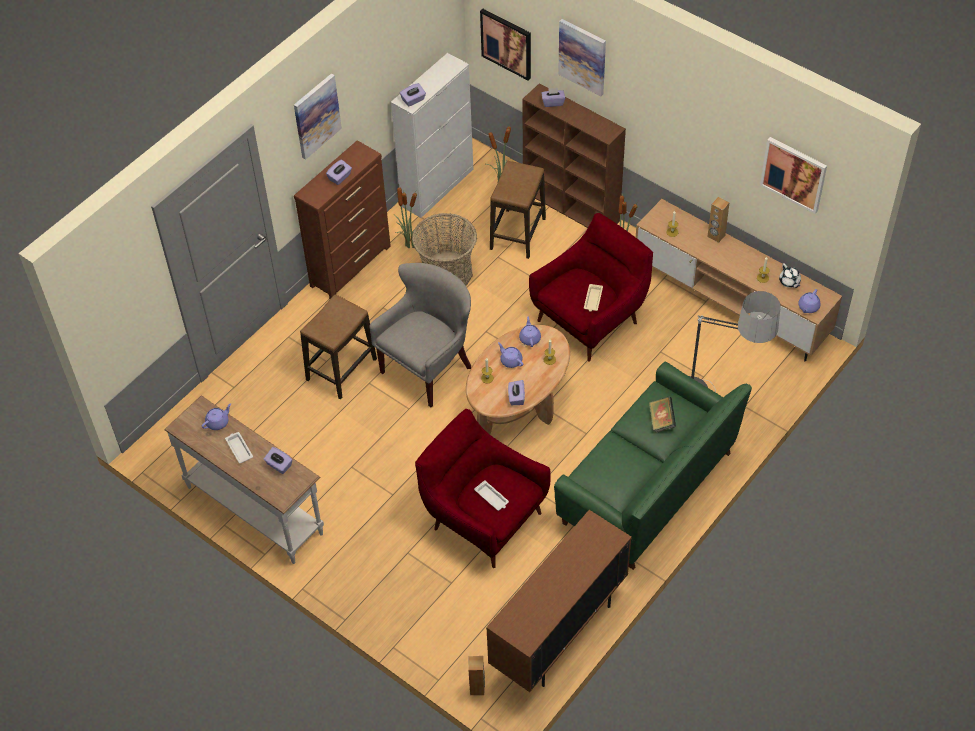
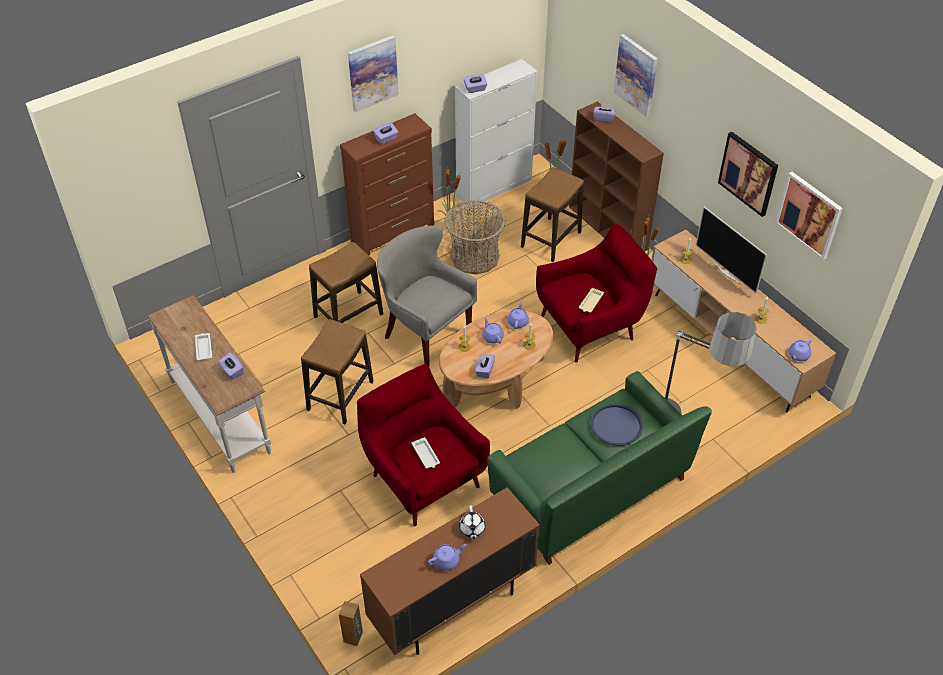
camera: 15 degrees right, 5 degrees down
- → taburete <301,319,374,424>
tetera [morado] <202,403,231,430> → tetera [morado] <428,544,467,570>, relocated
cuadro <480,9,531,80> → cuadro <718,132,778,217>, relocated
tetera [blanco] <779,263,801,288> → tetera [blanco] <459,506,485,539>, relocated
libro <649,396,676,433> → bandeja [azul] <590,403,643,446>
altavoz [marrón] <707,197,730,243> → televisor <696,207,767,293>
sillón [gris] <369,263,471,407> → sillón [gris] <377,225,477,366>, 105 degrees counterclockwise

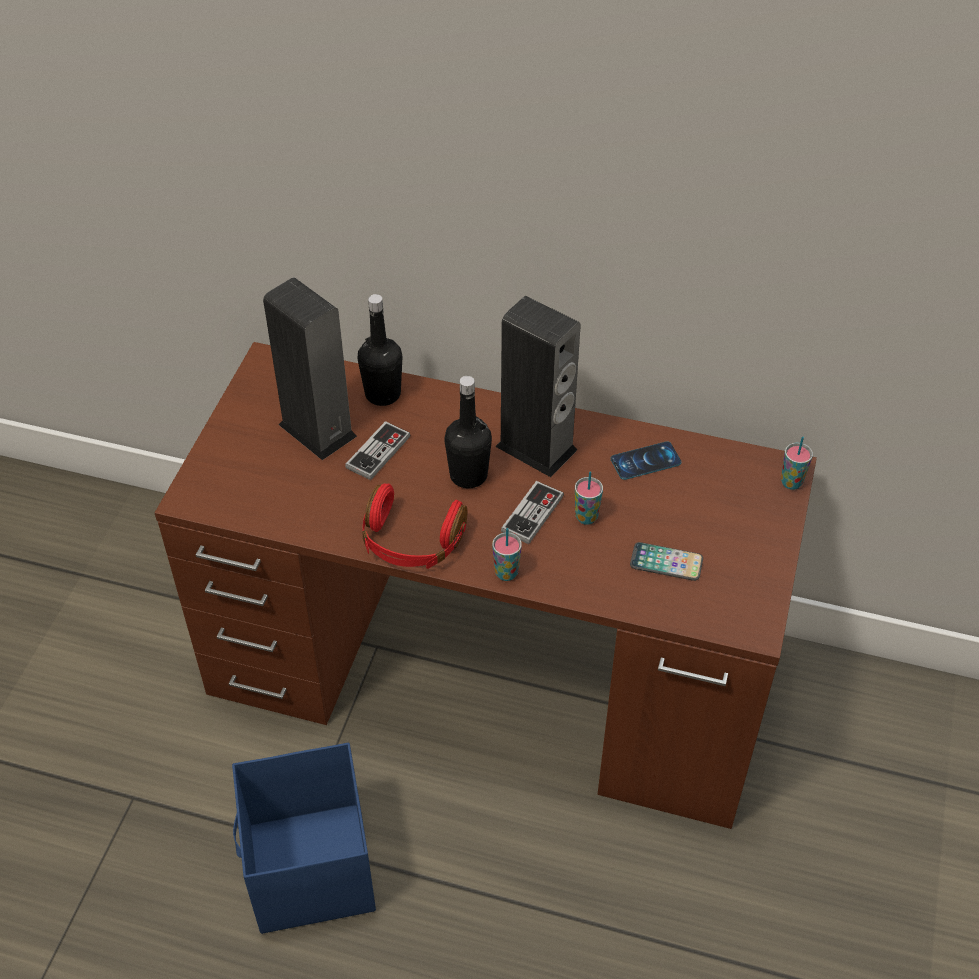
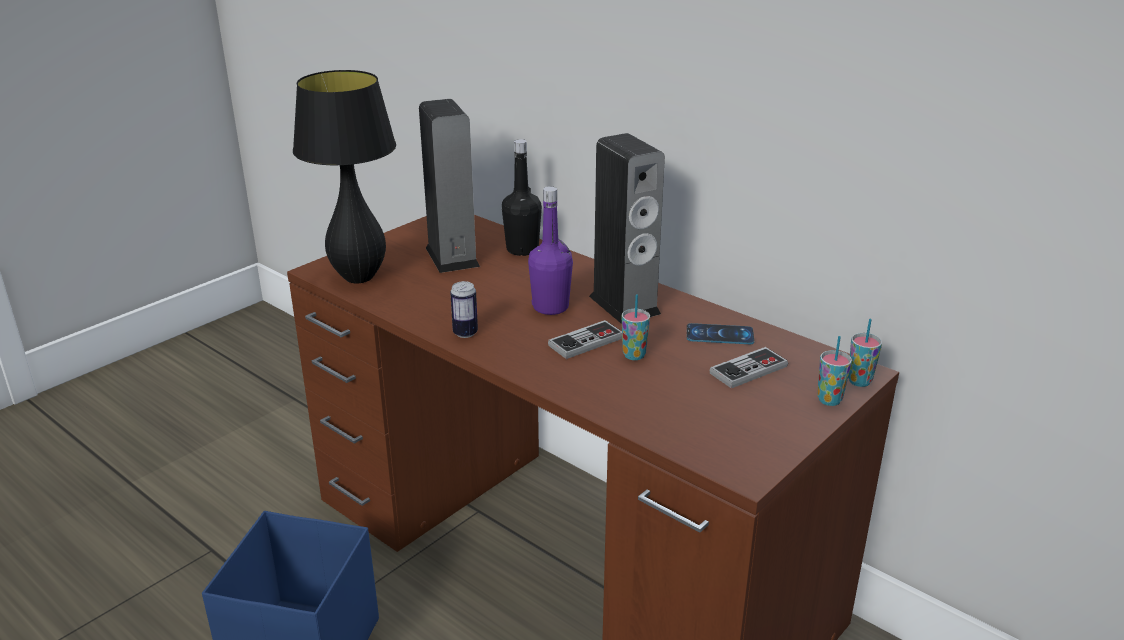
camera: 25 degrees right, 20 degrees down
móvil <630,542,703,581> → -
- → lámpara de mesa [negro] <293,70,396,283>
mando de consola <345,421,410,480> → mando de consola <710,347,788,388>, relocated
taza <492,528,522,581> → taza <817,336,852,406>, relocated
auriculares [rojo] <362,484,468,569> → lata <450,281,478,338>
botella [negro] <444,376,492,488> → botella [morado] <528,186,573,315>

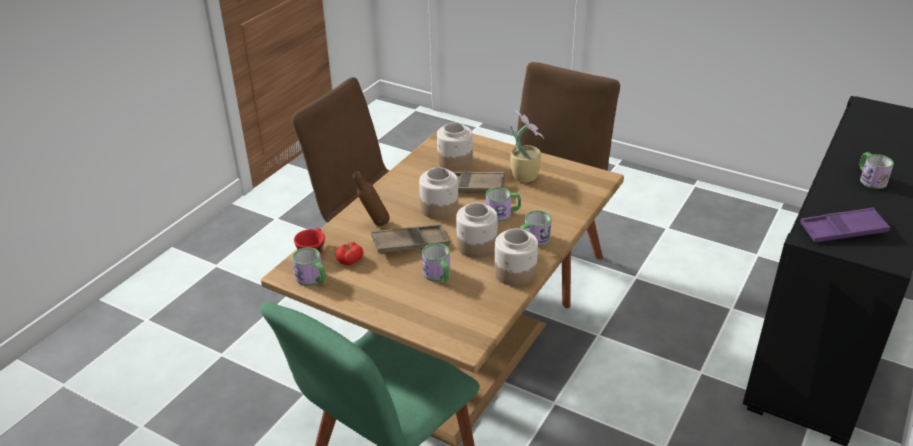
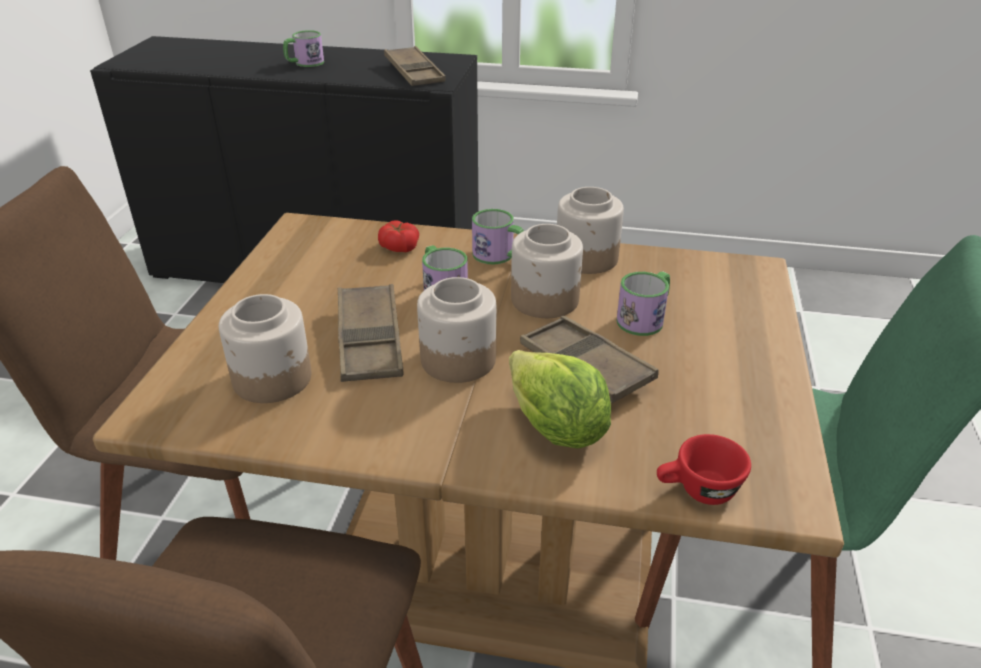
camera: 110 degrees left, 0 degrees up
taza grande <292,247,326,286> → -
planta en maceta <510,110,544,182> → -
tomate <335,242,364,265> → tomate <378,220,419,252>, relocated
botella [marrón] <353,172,390,226> → lechuga <509,350,611,449>
bandeja [morado] <800,207,890,242> → bandeja [marrón] <384,46,446,86>

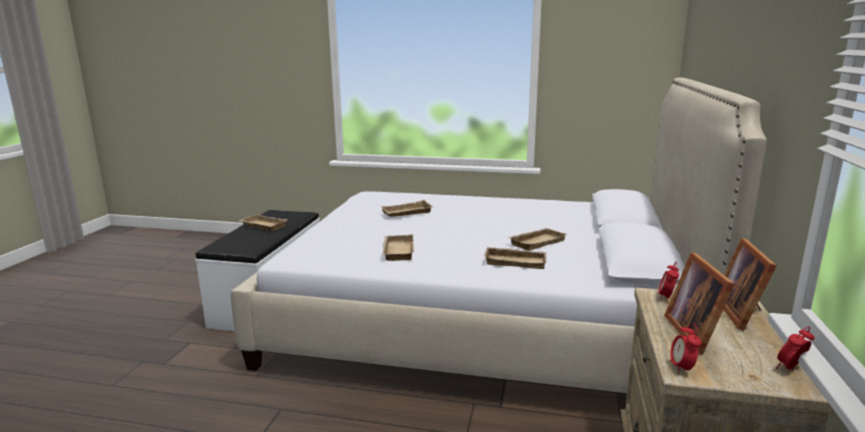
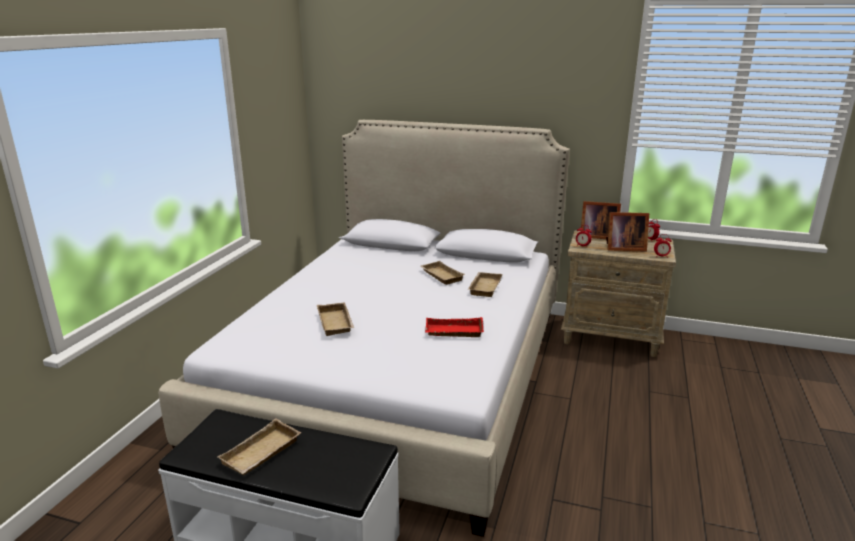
camera: 85 degrees left, 5 degrees up
bandeja [beis] <382,234,414,261> → bandeja [rojo] <425,317,484,337>

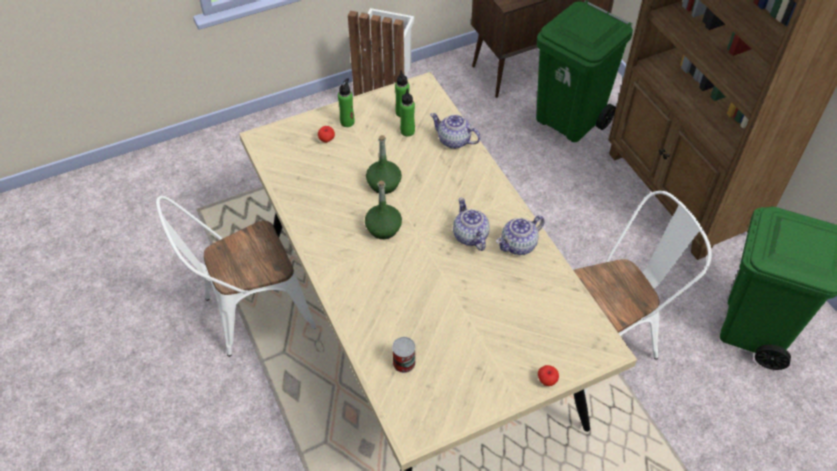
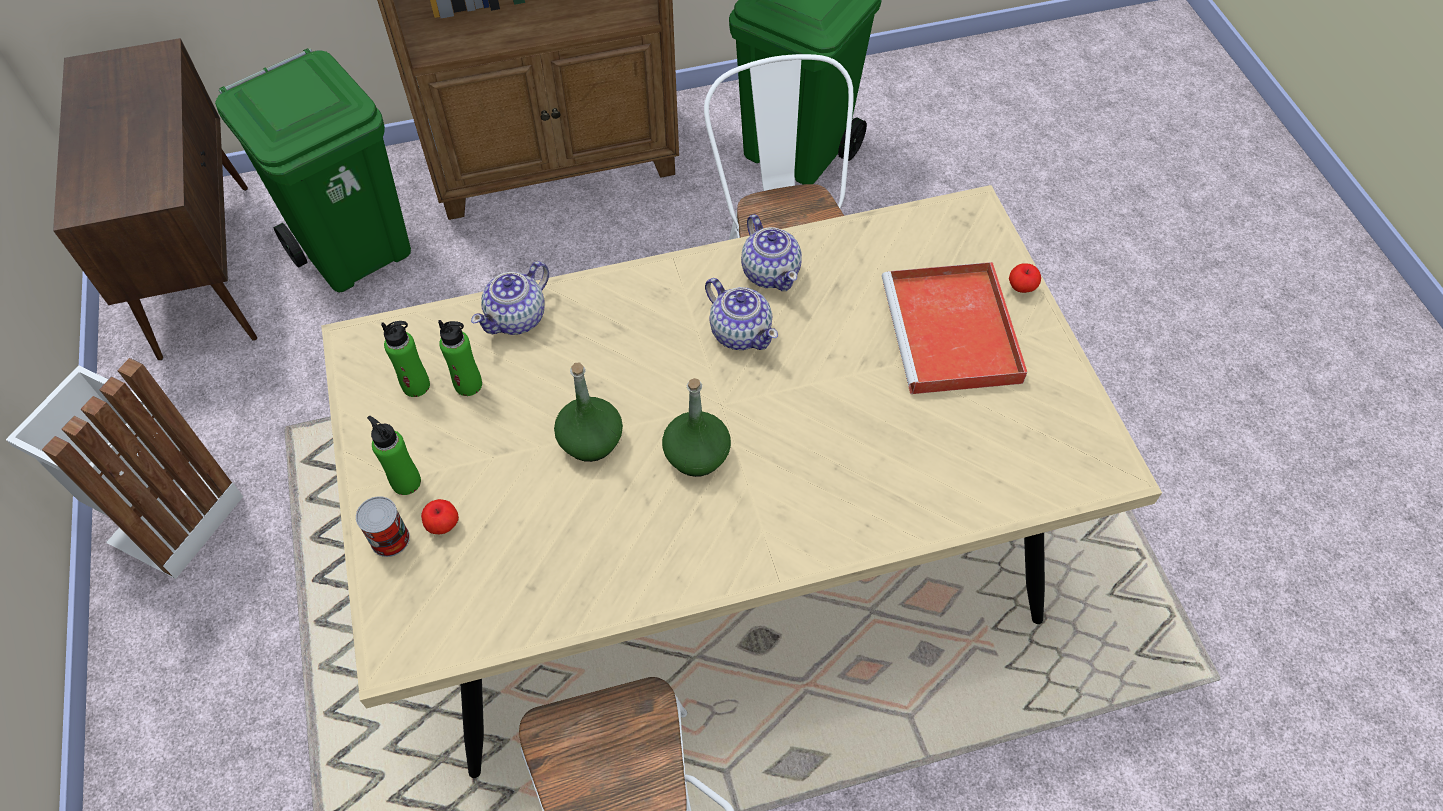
camera: 80 degrees left, 5 degrees up
- → bandeja [rojo] <882,262,1028,394>
lata <392,337,416,373> → lata <356,496,410,557>, relocated
tetera <453,198,490,251> → tetera <705,278,778,350>, 120 degrees counterclockwise

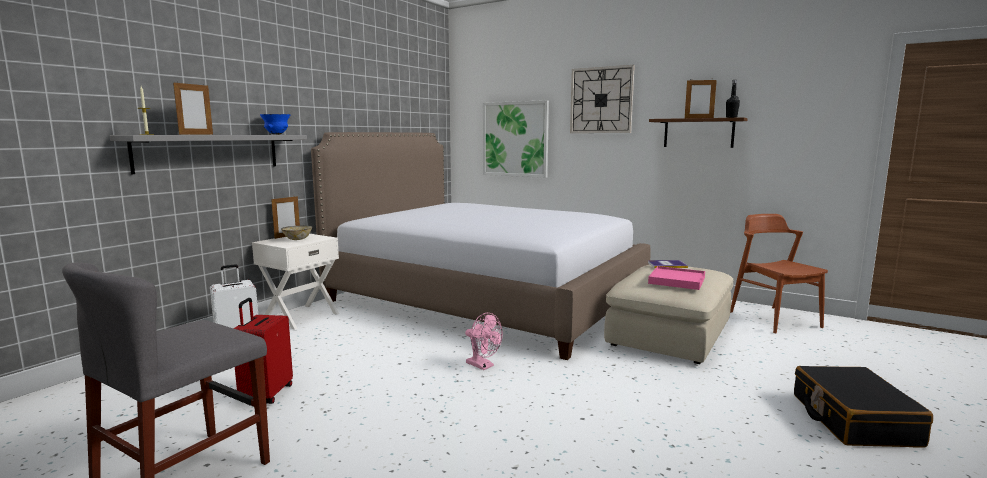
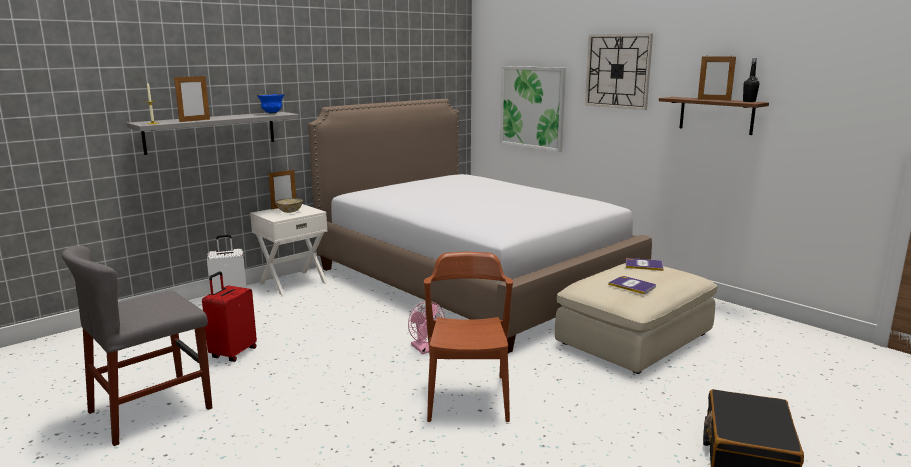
camera: 15 degrees right, 5 degrees up
silla [marrón] <730,214,828,333> → silla [marrón] <424,252,513,422>, relocated
bandeja [rosa] <648,266,705,290> → libro <608,276,656,294>

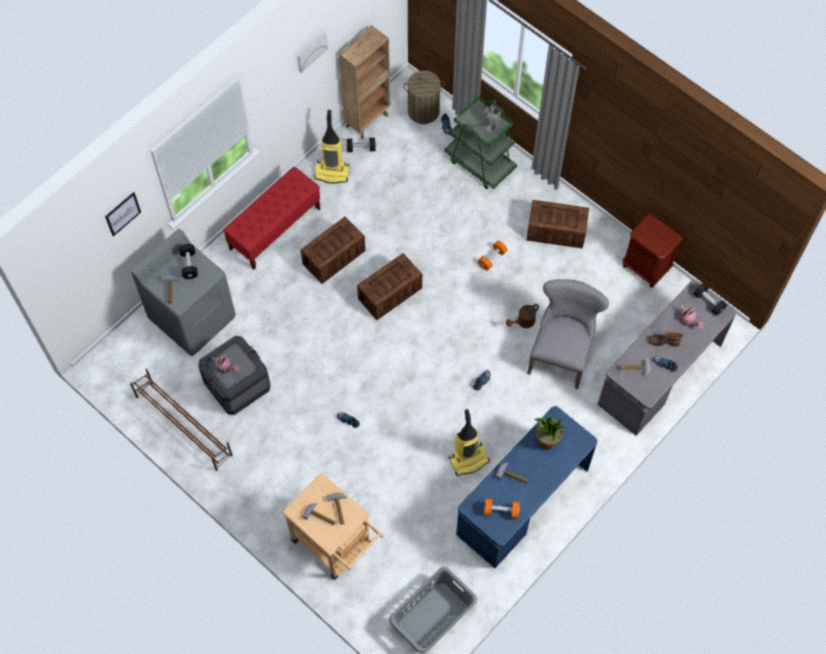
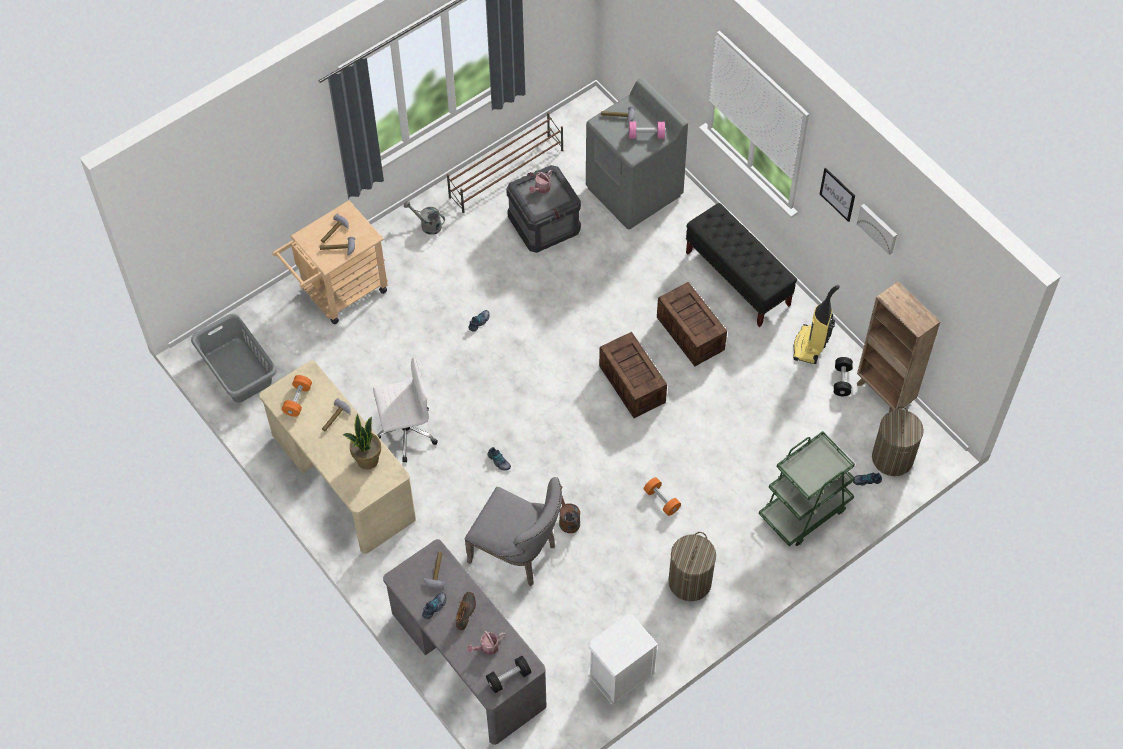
camera: 100 degrees right, 5 degrees down
cuadro <105,192,141,236> → cuadro <820,168,855,222>, relocated
regadera [gris] <484,100,501,133> → regadera [gris] <404,201,445,235>, relocated
aspiradora <449,409,490,476> → silla de oficina [blanco] <373,356,438,463>
caja de embalaje <526,200,589,249> → cesto de la ropa <668,532,716,601>
mancuerna [negro] <179,244,198,279> → mancuerna [rosa] <628,121,666,139>
banco [rojo] <223,167,321,270> → banco [negro] <686,203,797,327>
escritorio [azul] <456,406,598,568> → escritorio [beis] <259,360,416,554>
mesita de noche [marrón] <622,213,683,288> → mesita de noche [blanco] <588,614,658,705>

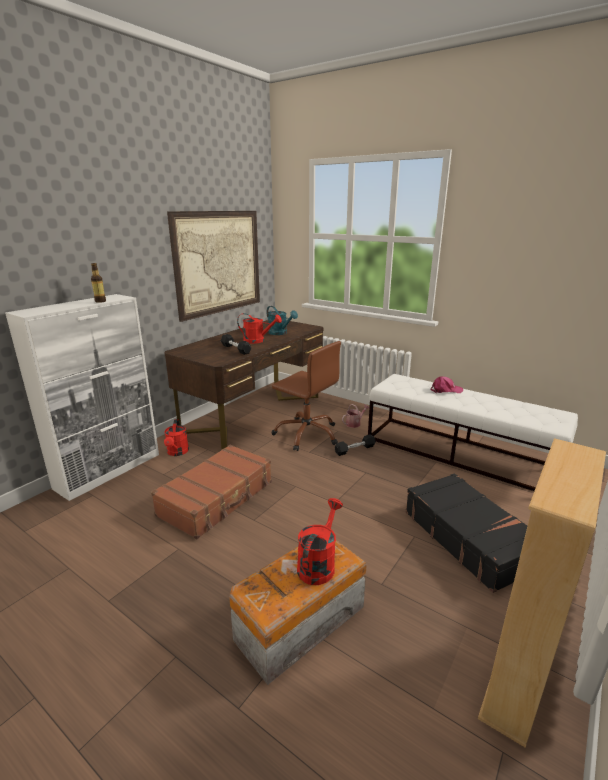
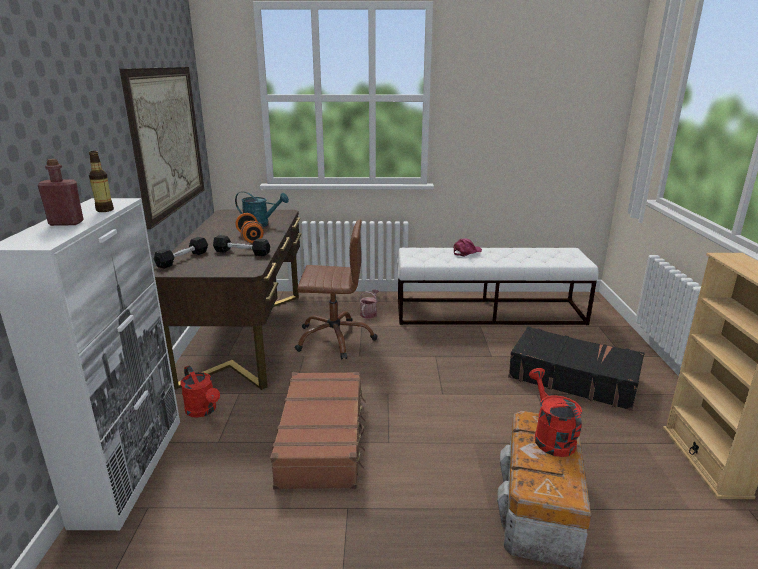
camera: 35 degrees left, 0 degrees up
- → botella [rojo] <37,159,84,226>
mancuerna [negro] <335,434,376,456> → mancuerna [negro] <154,237,208,269>, relocated
regadera [rojo] <237,313,282,344> → mancuerna [naranja] <236,213,264,243>

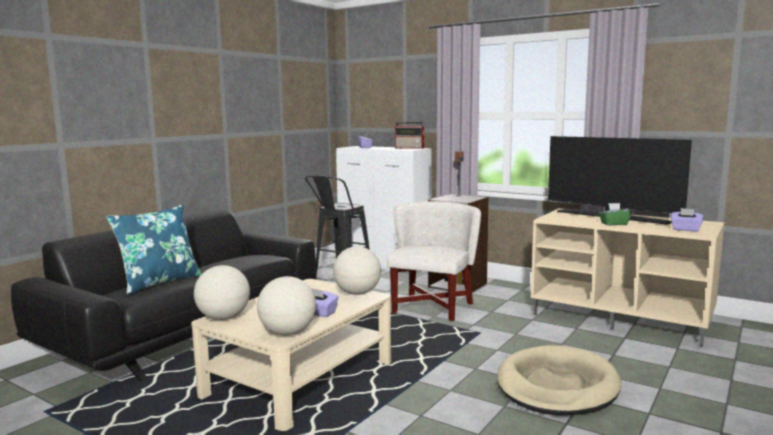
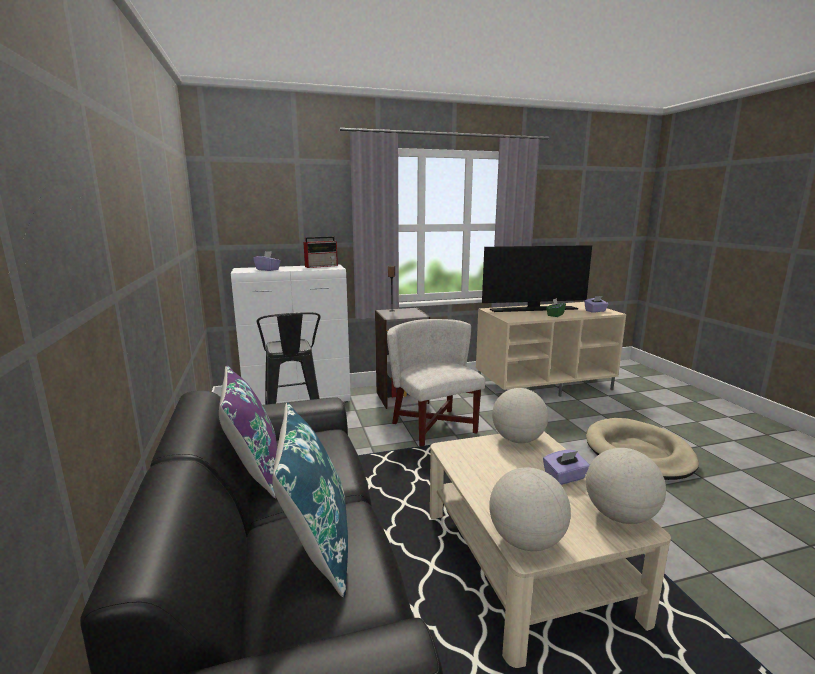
camera: 50 degrees left, 5 degrees up
- → cojín [morado] <219,365,277,498>

